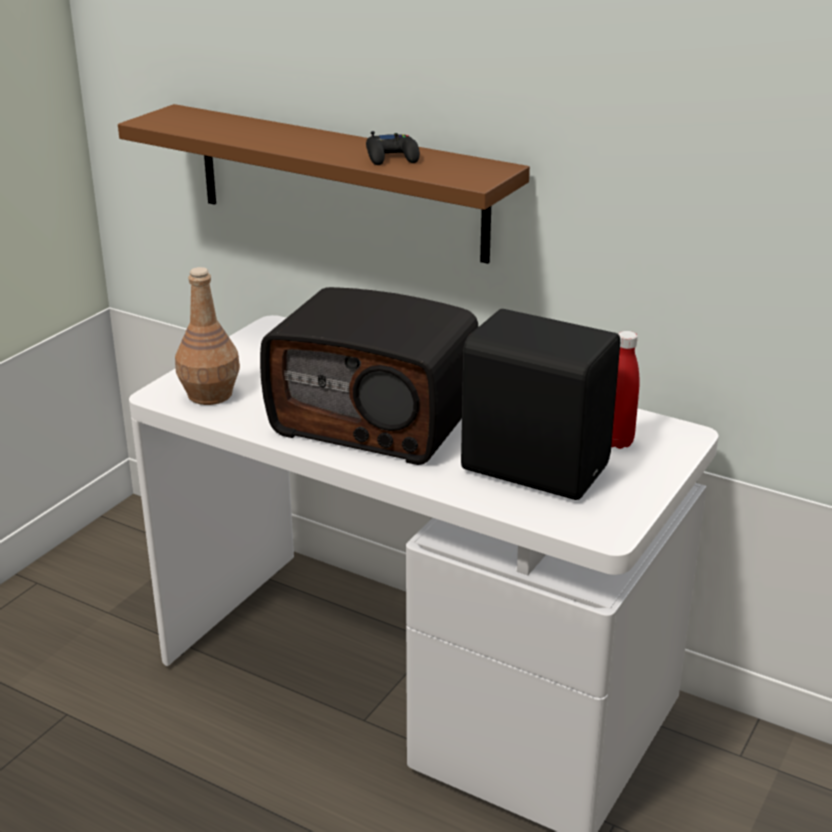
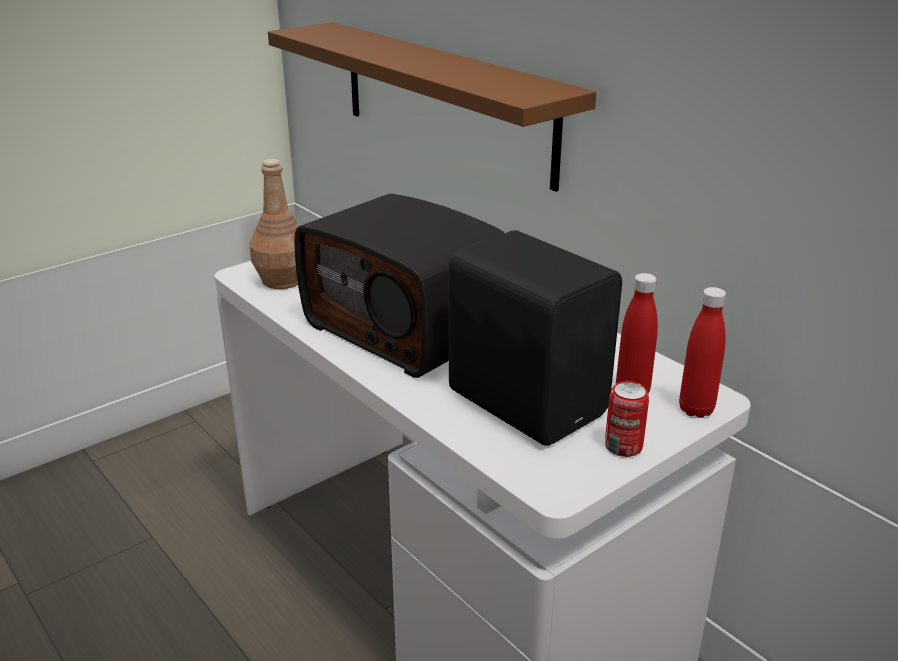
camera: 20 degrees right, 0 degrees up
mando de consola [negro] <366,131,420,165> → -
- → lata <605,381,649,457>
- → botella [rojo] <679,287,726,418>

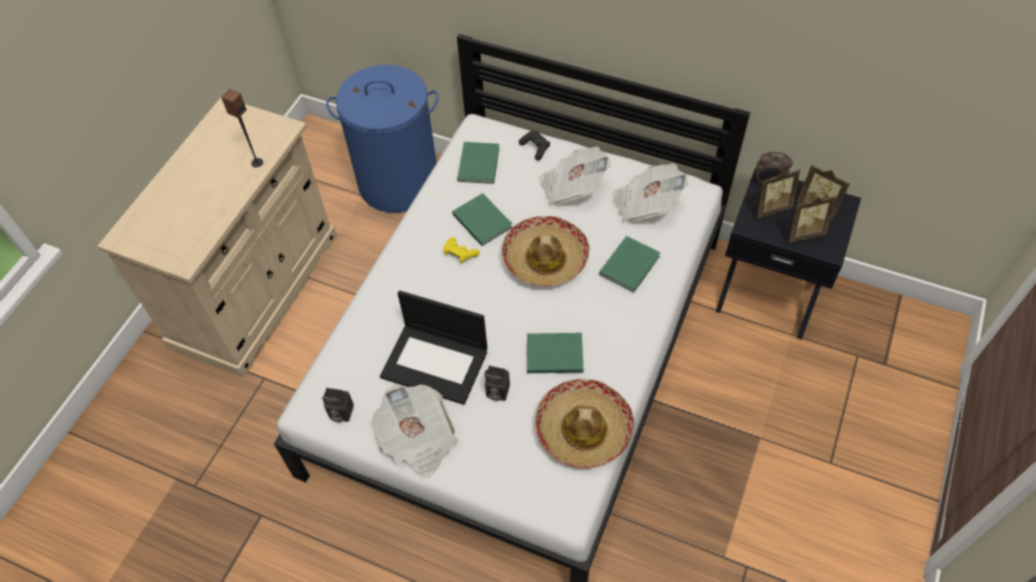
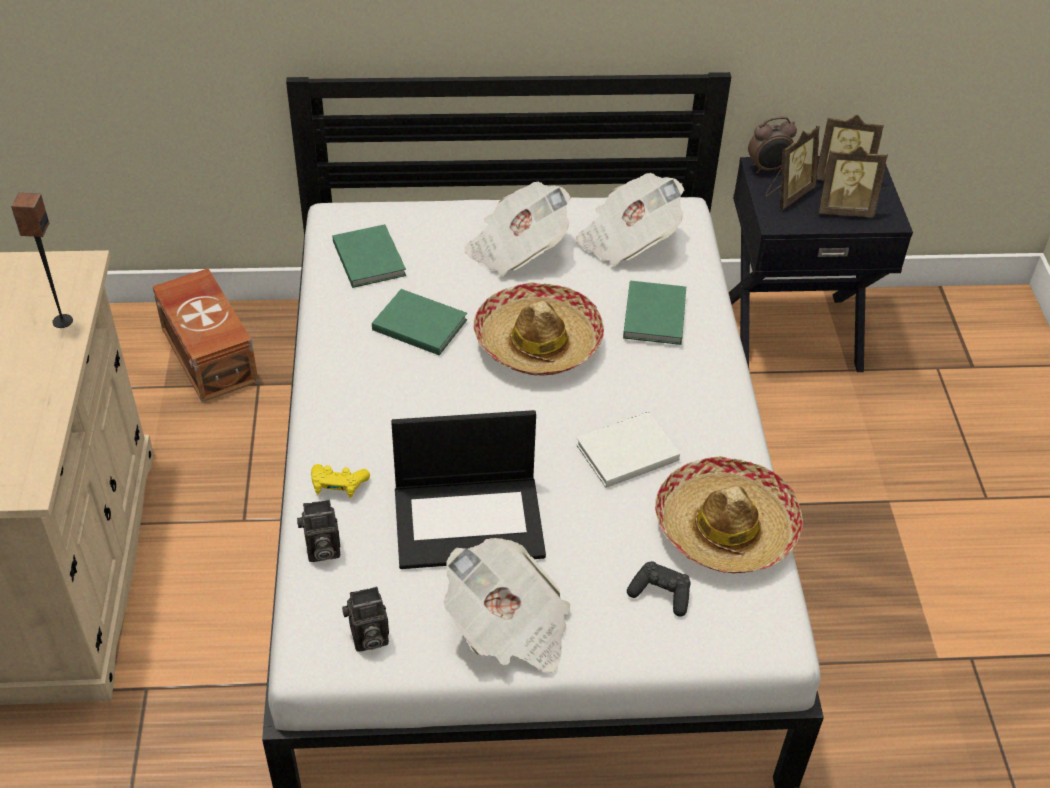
camera: 30 degrees left, 10 degrees down
mando de consola [amarillo] <443,237,479,264> → mando de consola [amarillo] <311,464,370,498>, relocated
cámara <485,366,510,401> → cámara <297,500,340,562>, relocated
mando de consola [negro] <519,130,550,160> → mando de consola [negro] <627,561,690,617>, relocated
cesto de la ropa [azul] <326,65,439,213> → caja de almacenaje [marrón] <152,268,258,402>
libro [verde] <527,333,584,373> → libro [blanco] <576,412,680,488>
portarretratos <785,196,836,243> → portarretratos <818,146,888,217>, 45 degrees clockwise

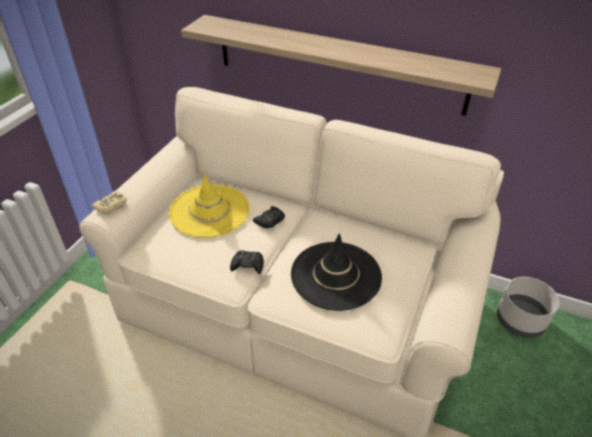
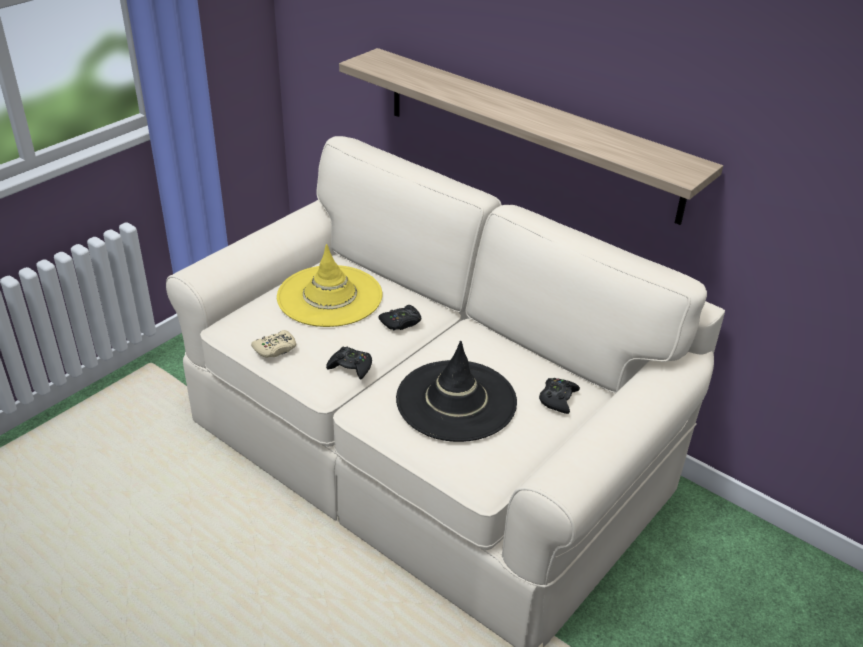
camera: 15 degrees right, 5 degrees down
maceta [gris] <497,277,559,338> → -
- → mando de consola [negro] <539,378,580,414>
mando de consola [beis] <92,191,127,214> → mando de consola [beis] <251,330,296,358>, relocated

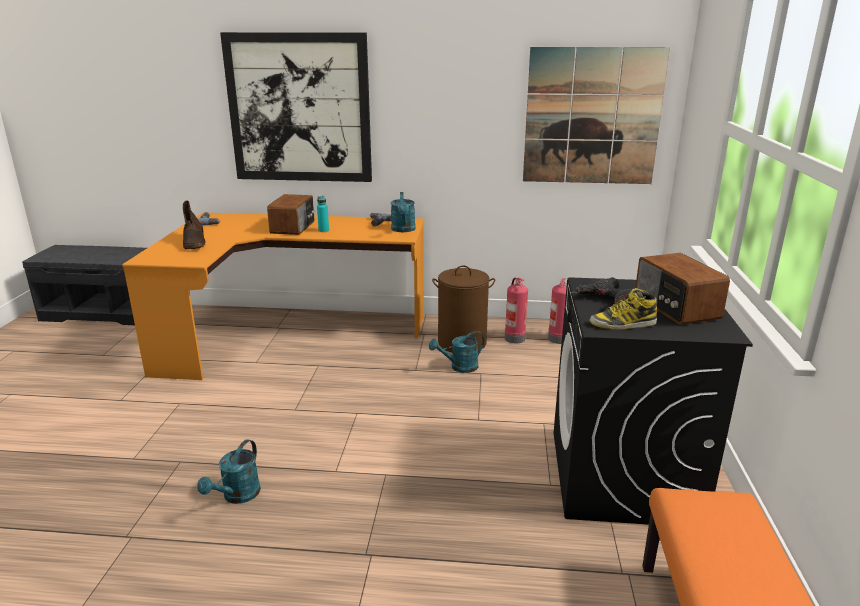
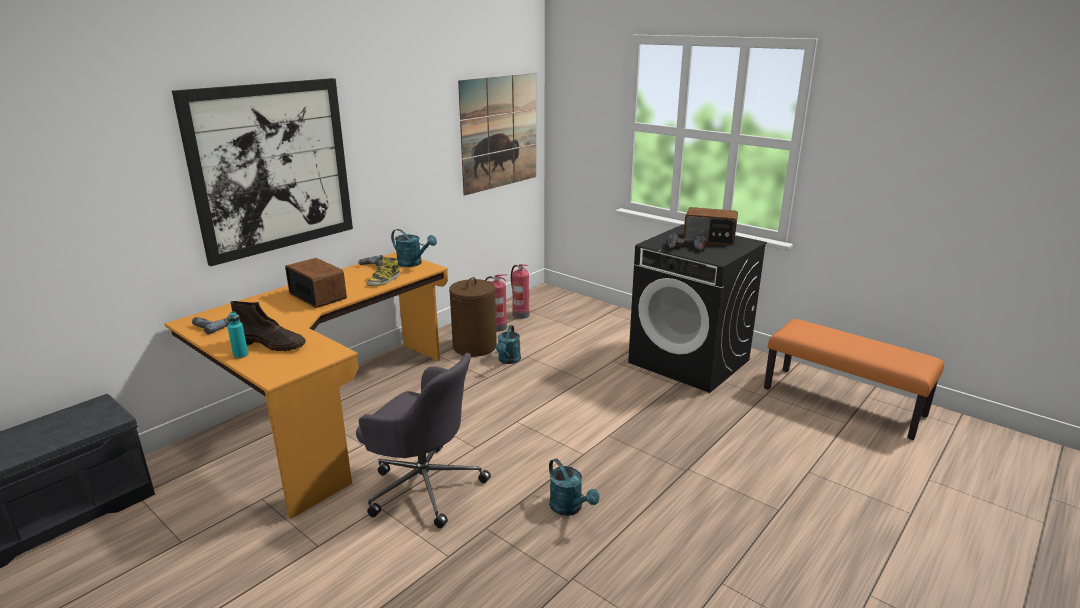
camera: 55 degrees left, 0 degrees up
- → silla de oficina [gris] <356,353,491,528>
botella [turquesa] <317,196,329,232> → botella [turquesa] <227,311,248,358>, relocated
bota <589,288,657,330> → bota <367,257,400,286>, relocated

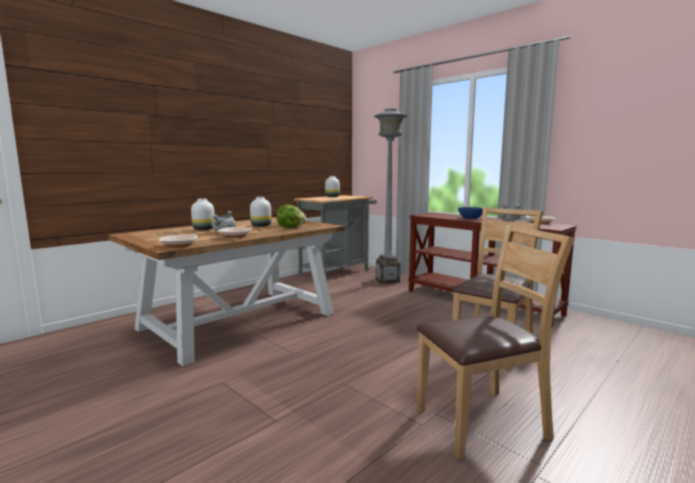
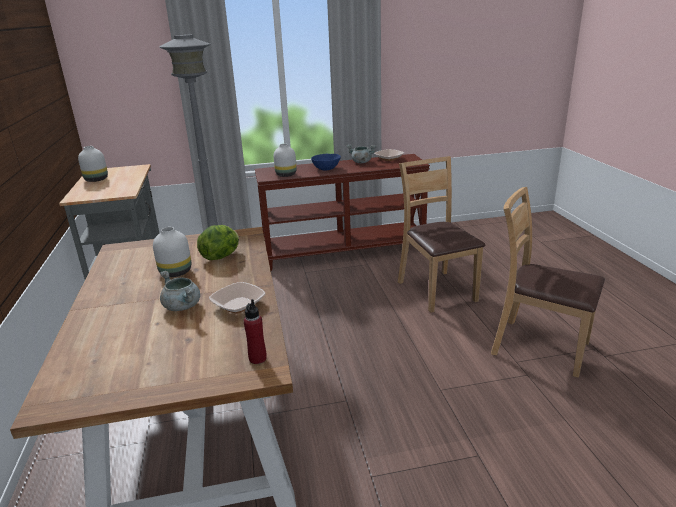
camera: 55 degrees left, 15 degrees up
florero [blanco] <191,198,215,230> → florero [blanco] <274,144,296,177>, relocated
cuenco <159,235,198,248> → botella [rojo] <244,299,267,364>
silla [marrón] <417,224,575,460> → silla [marrón] <491,187,605,378>, 75 degrees counterclockwise

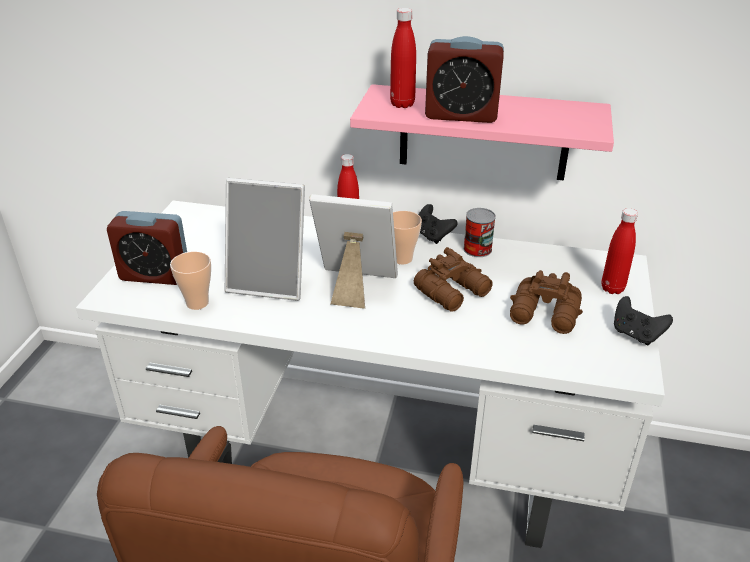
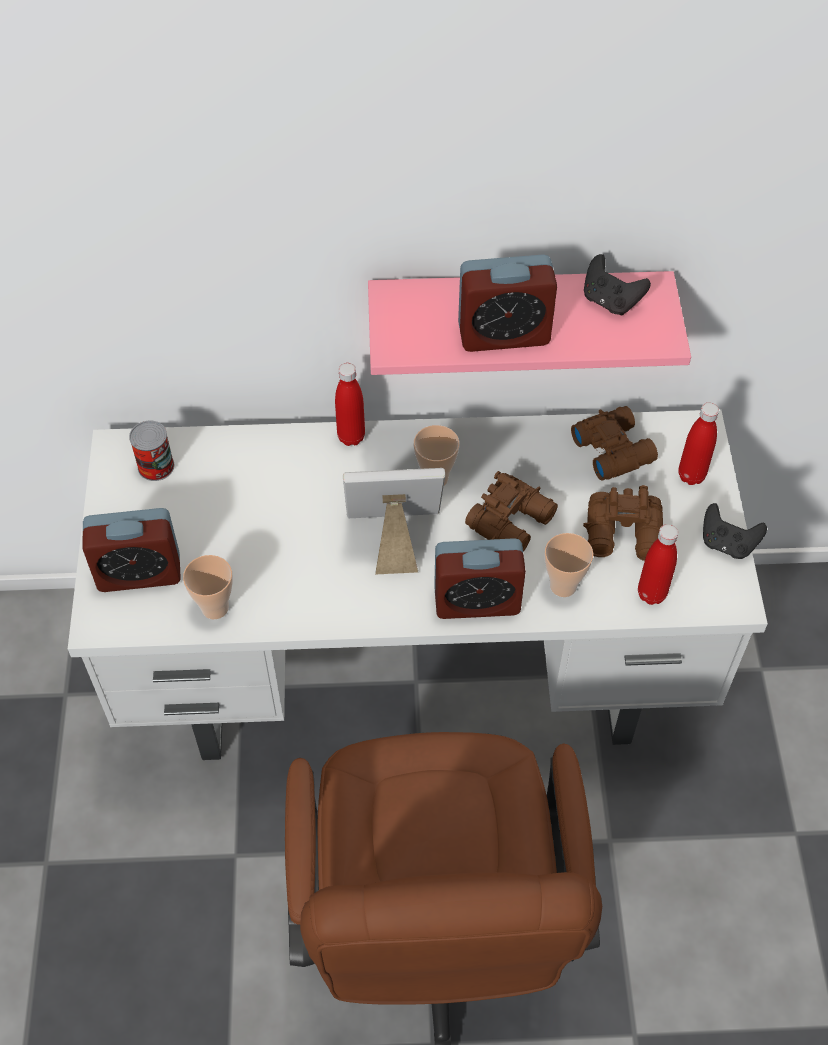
camera: 15 degrees left, 20 degrees up
portarretratos <225,178,305,301> → -
- → despertador <434,538,526,619>
- → taza <545,533,593,597>
- → prismáticos [marrón] <571,406,658,481>
botella [rojo] <390,8,416,108> → botella [rojo] <638,524,678,605>, relocated
mando de consola [negro] <419,204,458,244> → mando de consola [negro] <584,254,651,315>, relocated
lata <463,208,496,257> → lata <129,421,174,481>, relocated

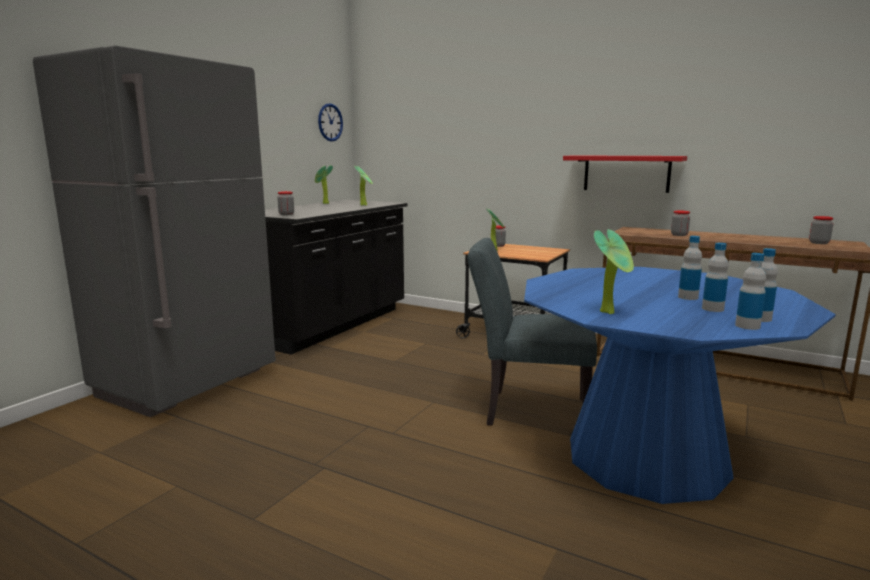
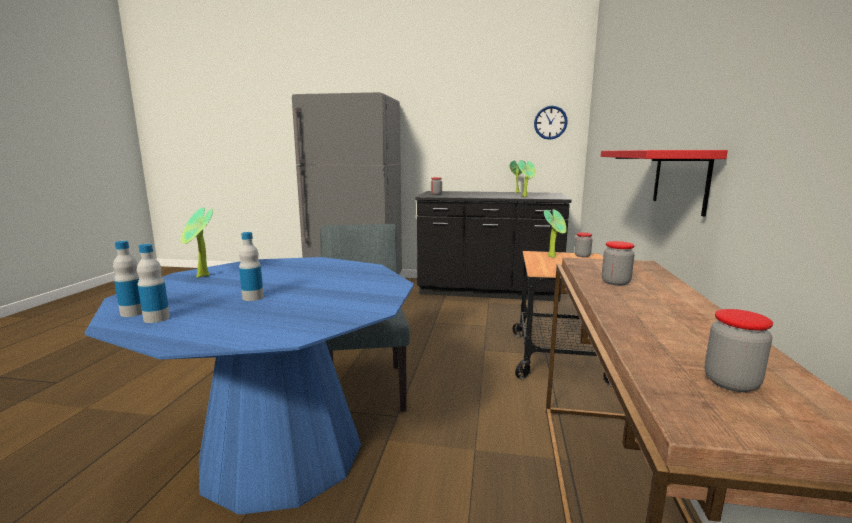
camera: 70 degrees right, 0 degrees up
botella <702,243,729,312> → -

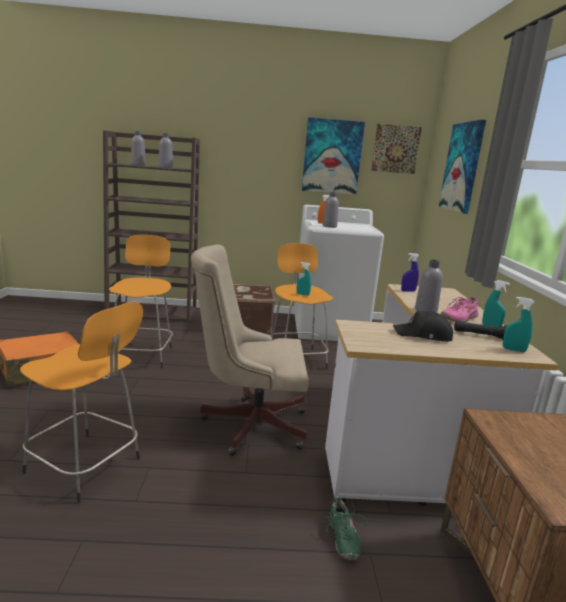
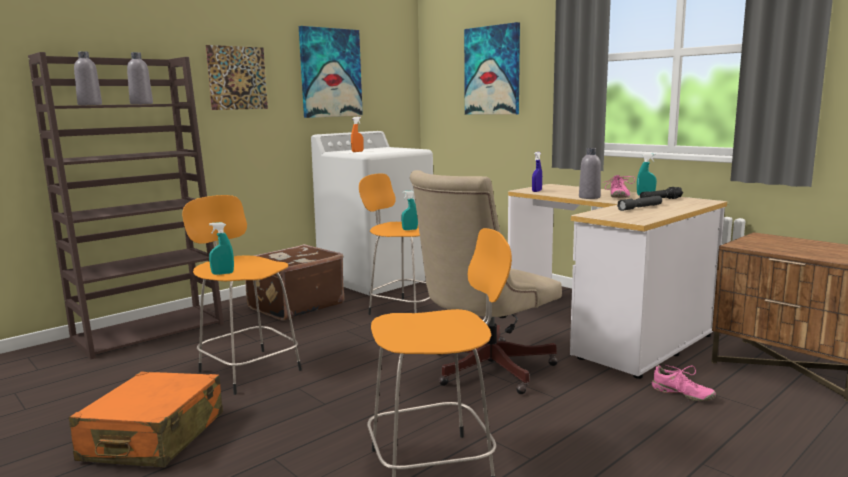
camera: 40 degrees left, 5 degrees down
botella [gris] <323,192,339,228> → -
cuadro <371,124,422,174> → cuadro <206,45,268,110>, relocated
pulverizador [turquesa] <503,297,535,352> → pulverizador [turquesa] <209,222,234,275>, relocated
gorra [negro] <393,311,453,342> → linterna [gris] <617,196,662,211>
zapato [verde] <320,496,367,560> → zapato [rosa] <652,365,716,401>

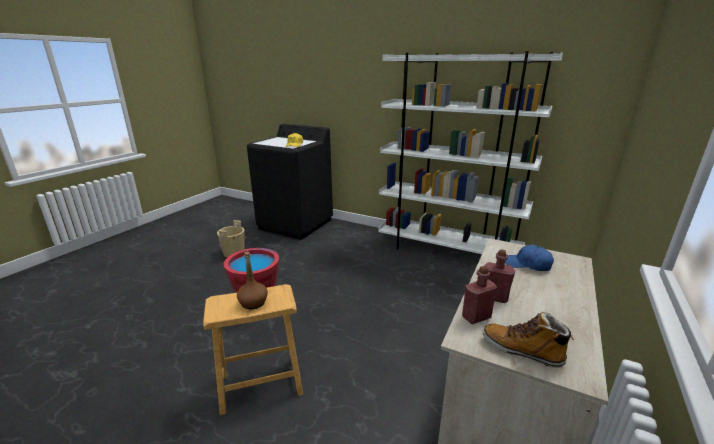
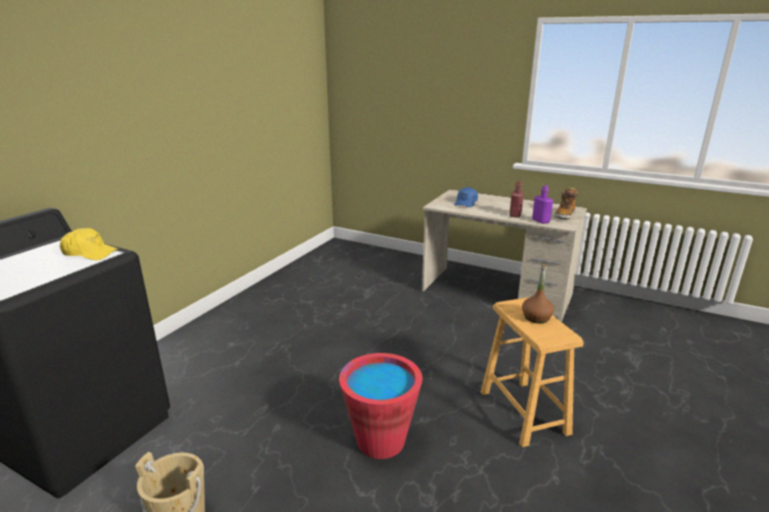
camera: 90 degrees left, 0 degrees up
estantería [blanco] <378,51,563,254> → -
botella [rojo] <462,266,497,324> → botella [morado] <532,186,553,224>

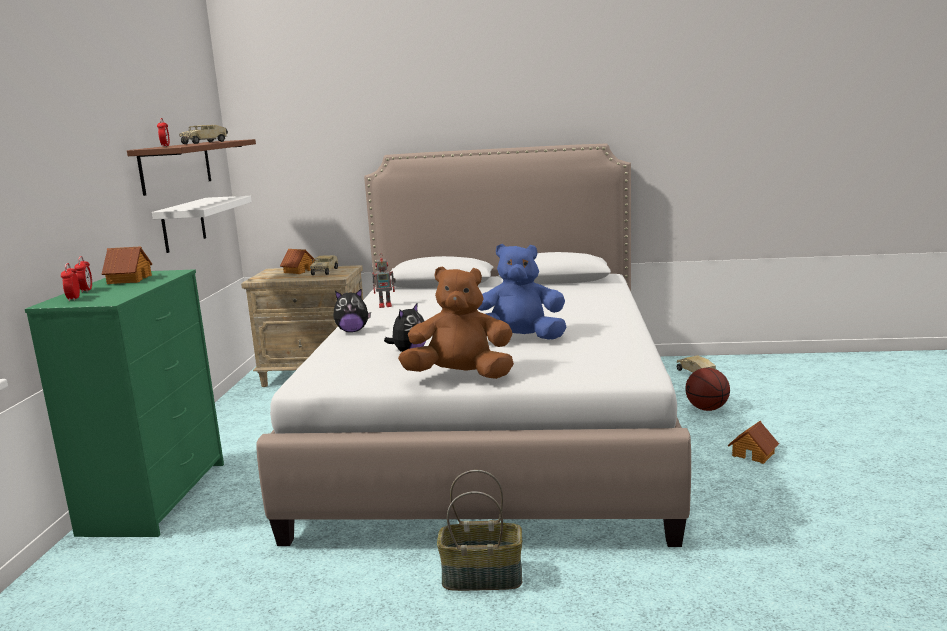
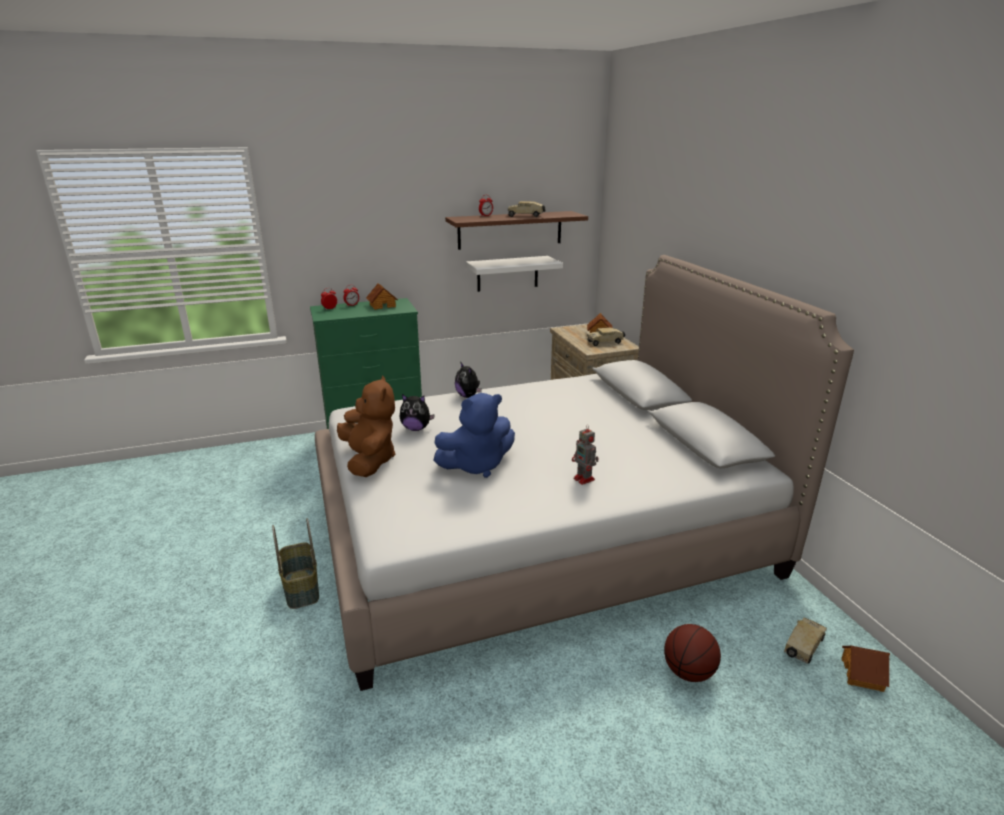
camera: 65 degrees right, 10 degrees up
robot de juguete <372,255,396,308> → robot de juguete <572,424,599,485>, relocated
casita <728,421,779,464> → casita <841,646,890,692>, relocated
peluche [azul] <478,244,567,340> → peluche [azul] <433,393,515,478>, 90 degrees clockwise

